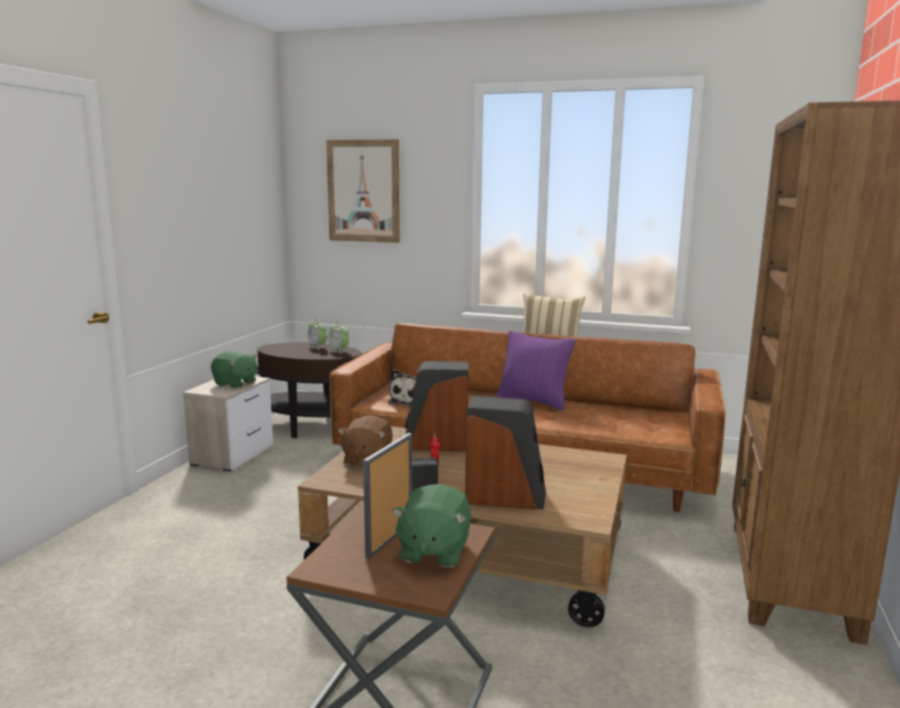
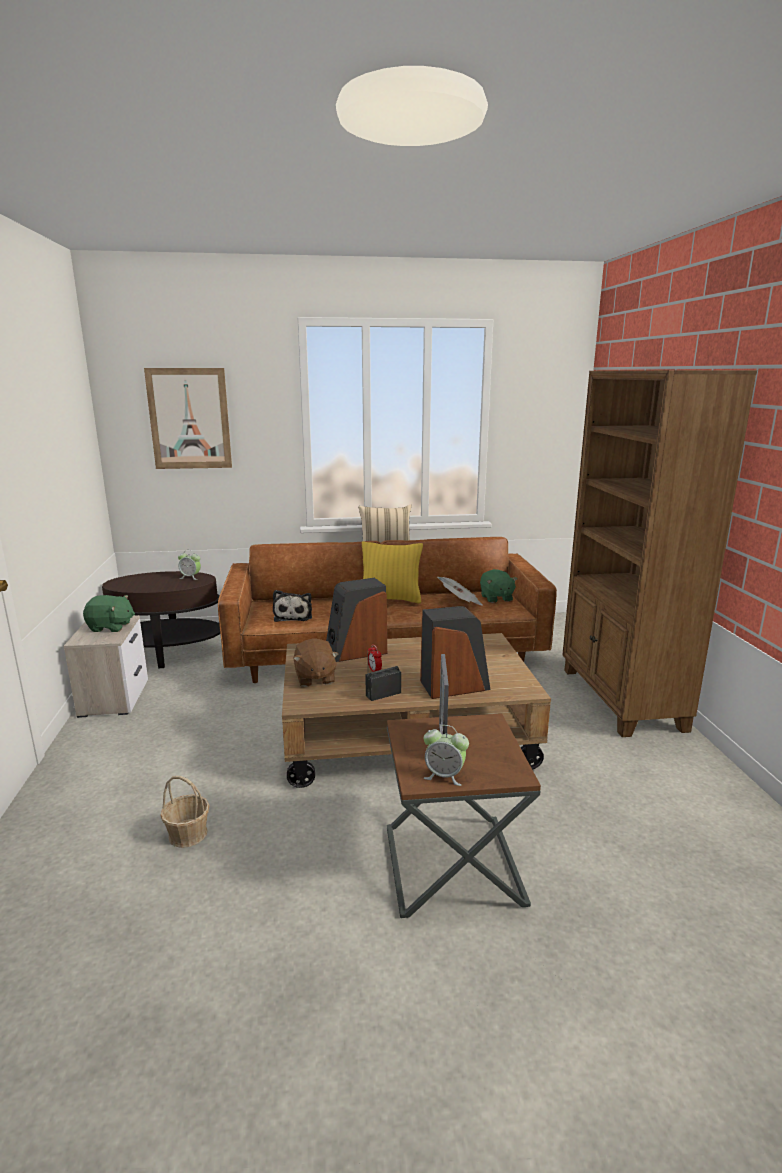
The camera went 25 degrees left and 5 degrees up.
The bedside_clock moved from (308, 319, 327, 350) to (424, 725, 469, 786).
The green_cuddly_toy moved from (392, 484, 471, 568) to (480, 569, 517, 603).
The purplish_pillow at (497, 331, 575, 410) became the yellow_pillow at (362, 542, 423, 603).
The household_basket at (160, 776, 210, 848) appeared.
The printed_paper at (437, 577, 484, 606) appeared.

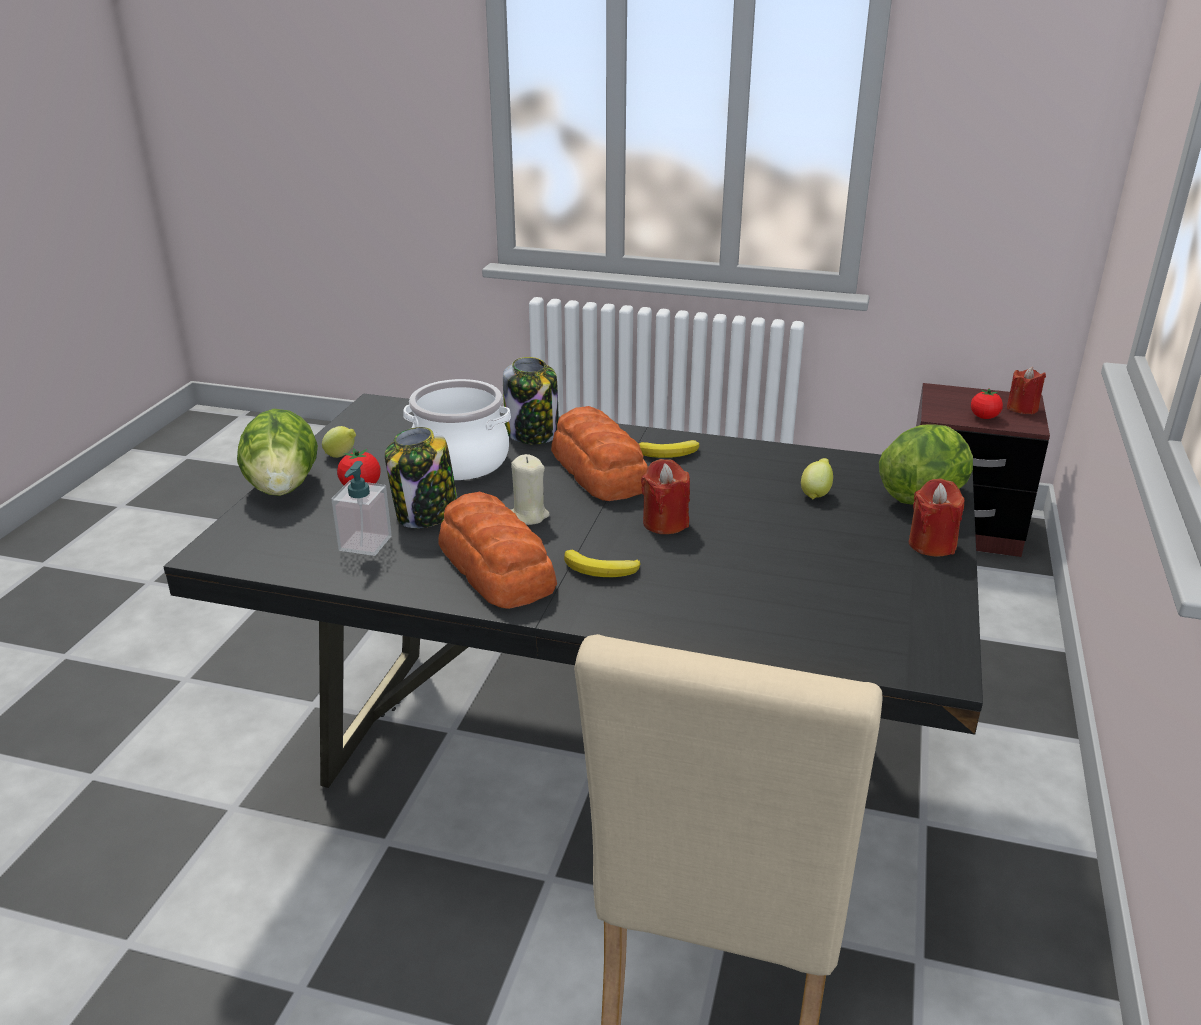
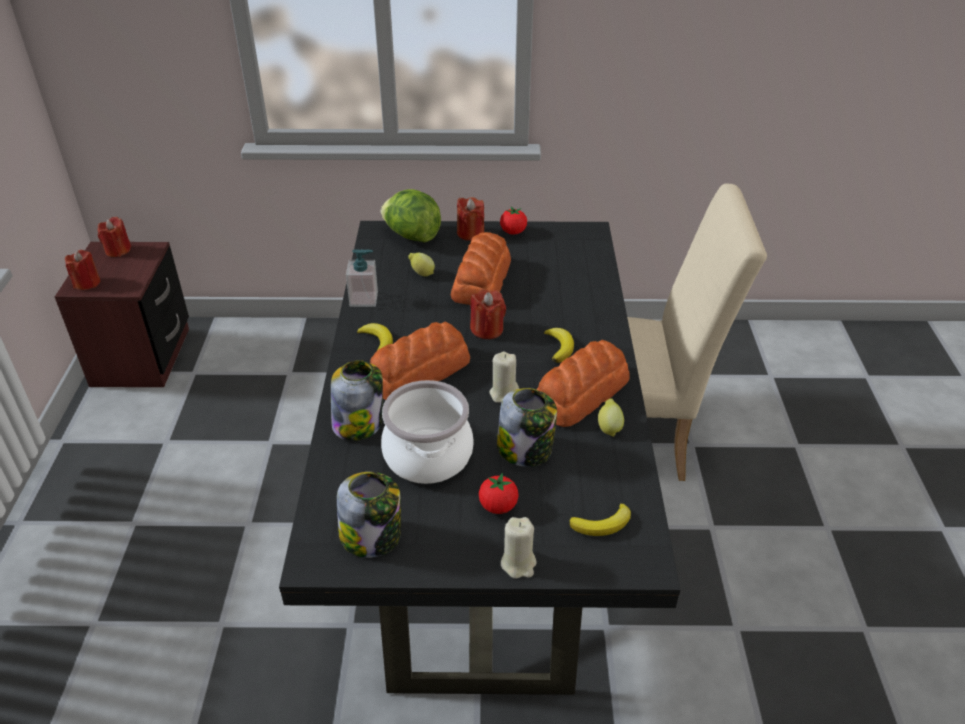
The camera went 105 degrees left and 10 degrees up.
The lettuce_head at (237, 409, 318, 496) was replaced by the beige_candle at (501, 517, 537, 579).
The whole_lemon moved from (322, 426, 356, 458) to (598, 398, 624, 437).
The soap_dispenser moved from (331, 461, 392, 556) to (346, 249, 378, 307).
The fresh_tomato moved from (971, 389, 1003, 419) to (500, 206, 527, 235).
The red-coloured_candle at (65, 250, 100, 290) appeared.
The jar at (337, 472, 401, 558) appeared.
The bakery_bread at (451, 232, 511, 305) appeared.
The banana_fruit at (569, 503, 631, 536) appeared.

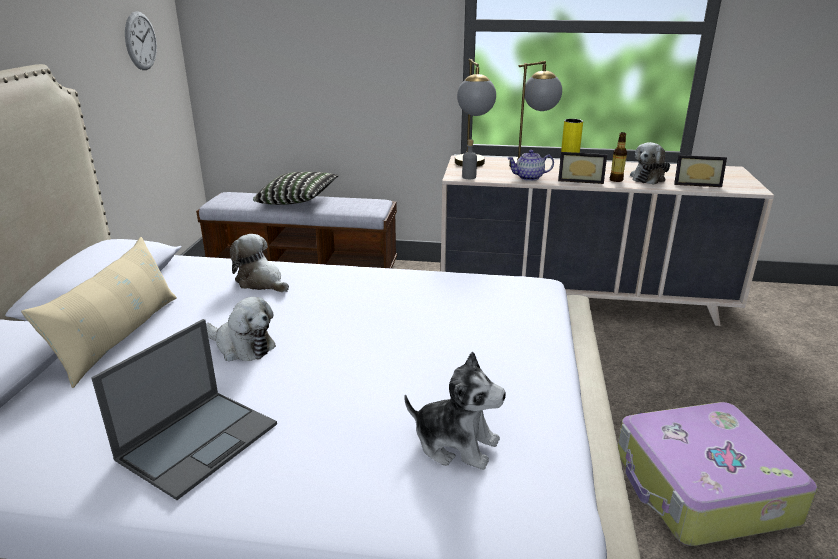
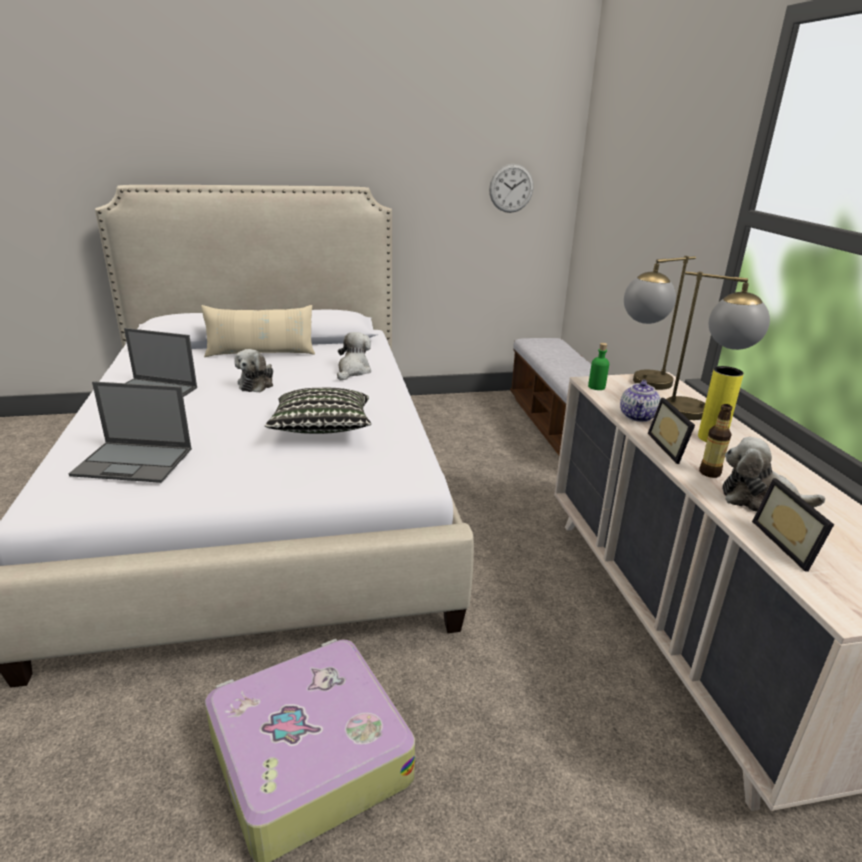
The camera went 70 degrees right and 0 degrees up.
The pillow moved from (253, 172, 338, 205) to (265, 388, 371, 434).
The cuddly_toy at (405, 351, 506, 470) was replaced by the laptop at (69, 381, 192, 483).
The greyish_drink_bottle at (462, 139, 477, 179) became the green_drink_bottle at (588, 343, 609, 390).
The tea_pot at (507, 150, 554, 181) turned 135 degrees counterclockwise.

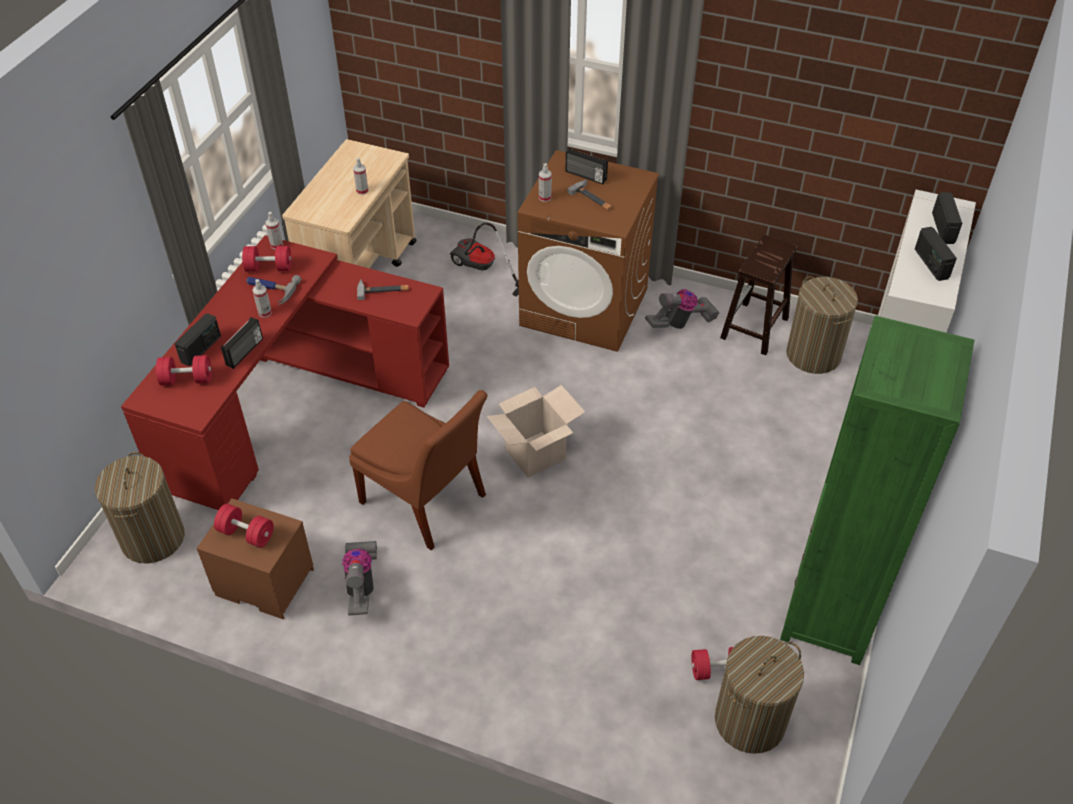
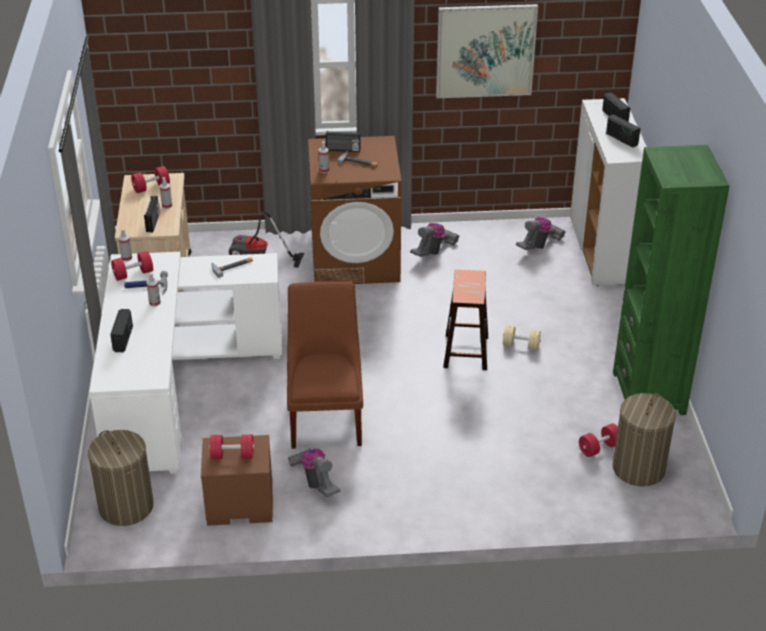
The camera went 25 degrees left and 10 degrees down.
The red-coloured_desk_table at (121, 235, 449, 510) became the white-coloured_desk_table at (89, 252, 282, 474).
The red-coloured_hand_weight moved from (156, 355, 212, 385) to (131, 166, 170, 193).
The radio_receiver moved from (221, 317, 263, 369) to (144, 196, 160, 233).
The brown-coloured_plain_chair at (349, 390, 487, 550) turned 105 degrees counterclockwise.
The cardboard_box at (487, 385, 585, 478) disappeared.
The brown-coloured_stool_seat moved from (720, 235, 797, 355) to (443, 269, 488, 370).
The hamper at (786, 276, 858, 374) was replaced by the vacuum_cleaner at (516, 217, 566, 250).
The wall_picture at (436, 4, 538, 98) appeared.
The beige_hand_weight at (503, 325, 541, 350) appeared.

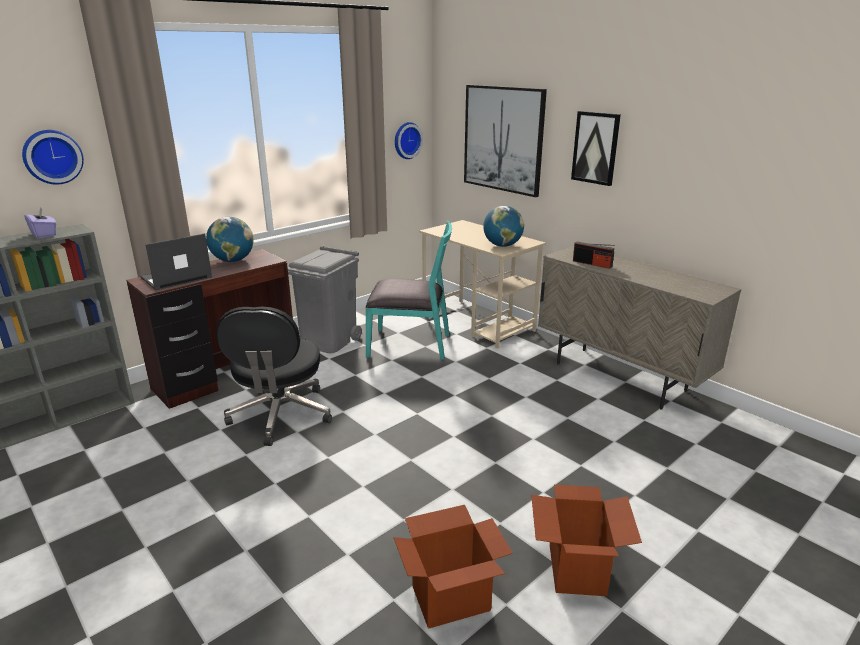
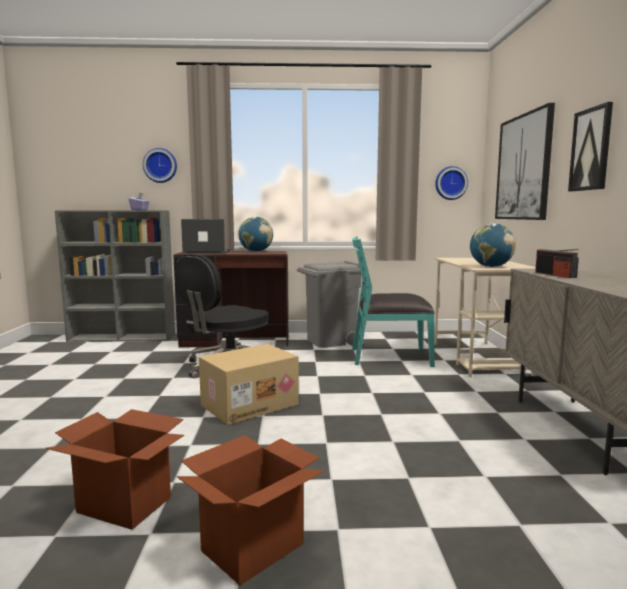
The camera went 40 degrees right and 15 degrees down.
The turquoise-coloured_plain_chair at (365, 221, 452, 360) turned 135 degrees clockwise.
The cardboard_box at (199, 344, 299, 425) appeared.

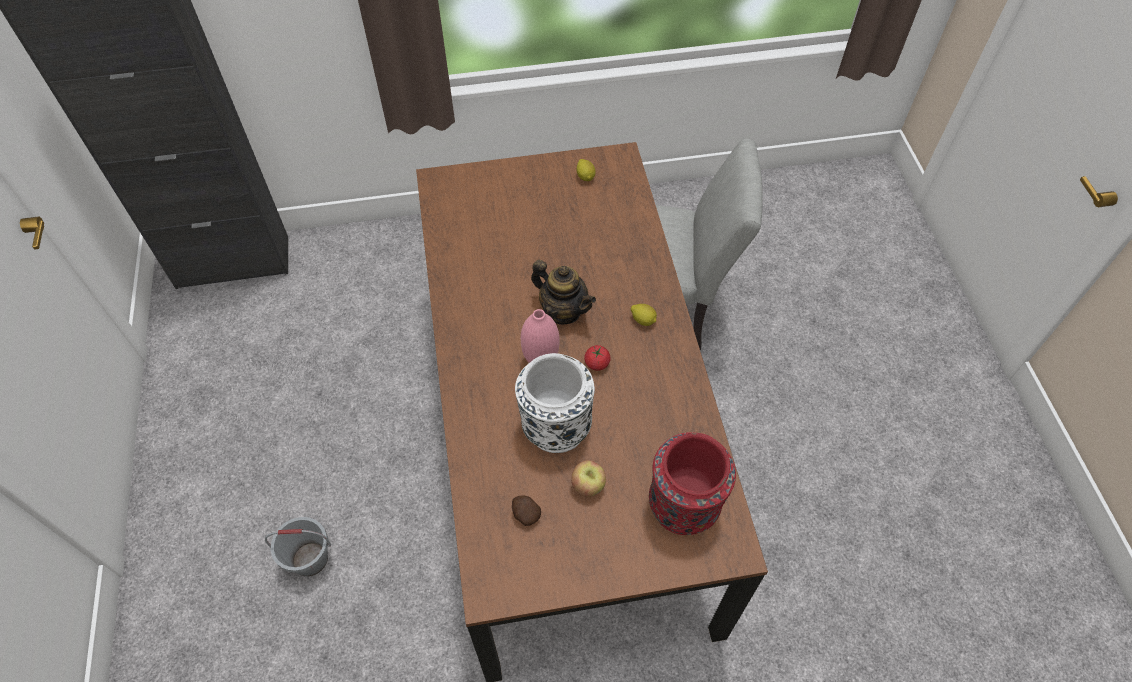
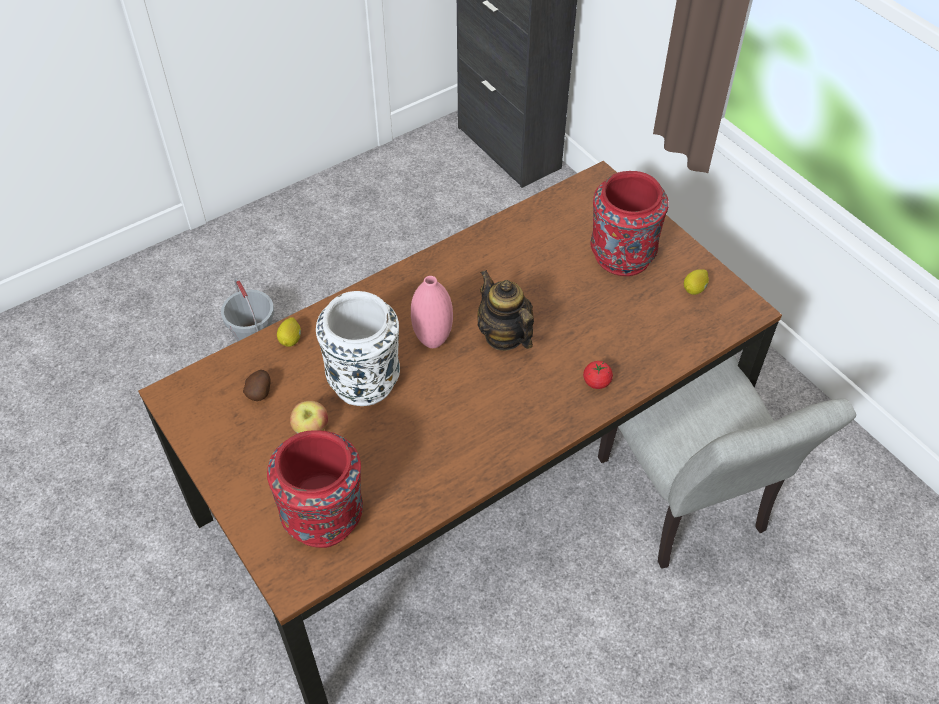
The camera went 65 degrees right and 5 degrees down.
The tea_pot at (531, 260, 596, 324) turned 135 degrees clockwise.
The fresh_tomato moved from (584, 345, 611, 371) to (583, 361, 613, 389).
The whole_lemon moved from (631, 304, 657, 326) to (277, 317, 301, 347).
The red-coloured_flower_vase at (590, 171, 669, 276) appeared.

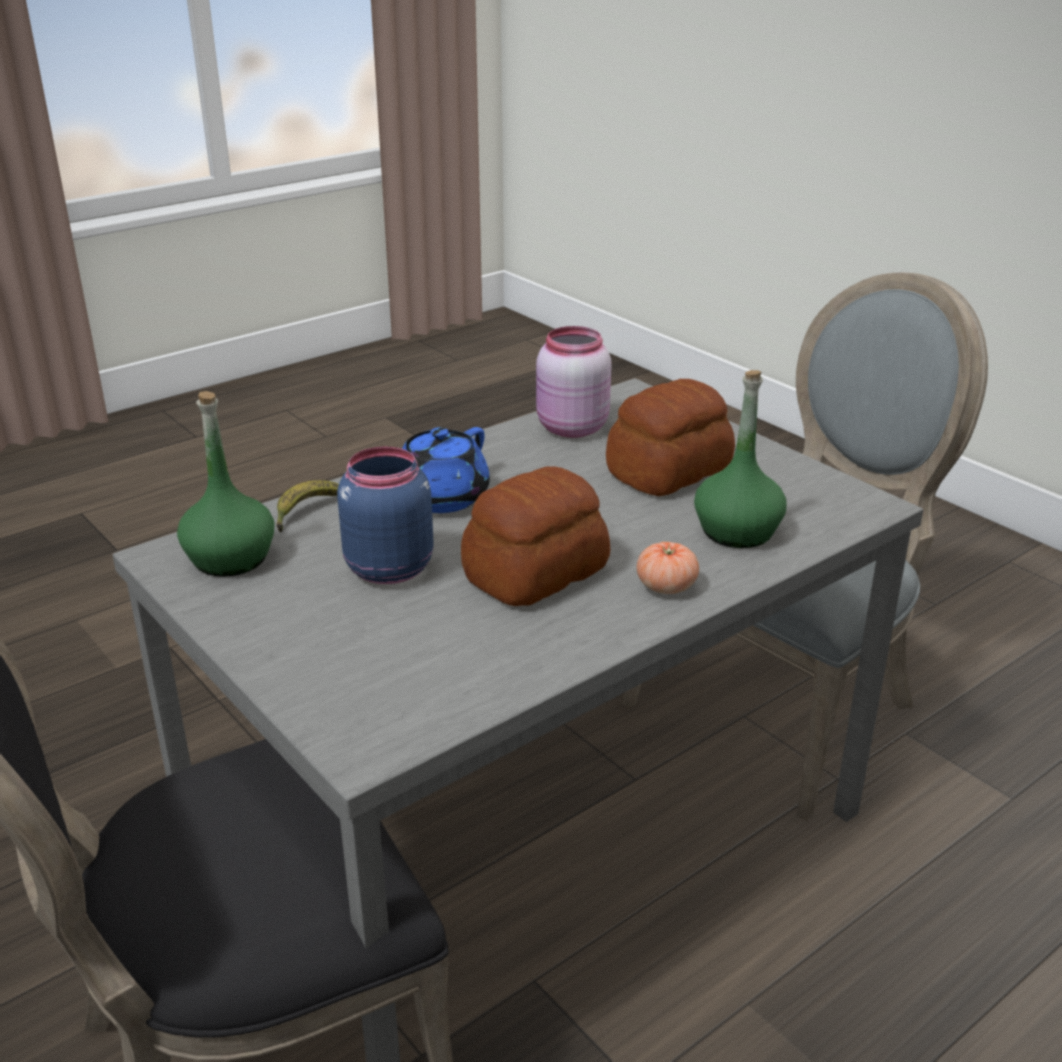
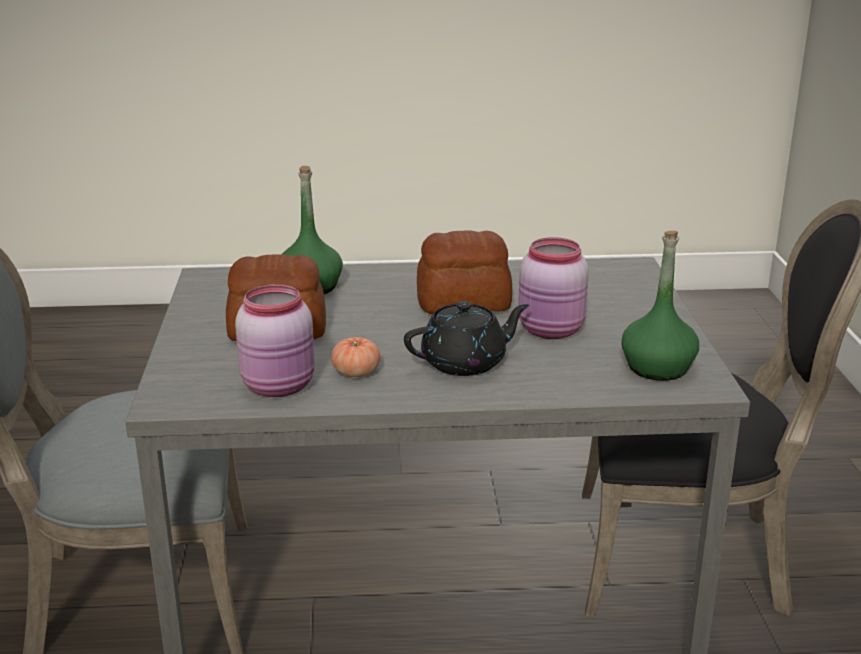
The camera went 145 degrees left and 5 degrees down.
The banana_fruit at (277, 480, 339, 532) disappeared.
The blue-coloured_jar at (337, 446, 434, 584) became the pinkish_jar at (518, 237, 589, 339).
The blue-coloured_tea_pot at (402, 427, 490, 513) became the black_tea_pot at (404, 301, 529, 376).
The fresh_tomato moved from (637, 542, 699, 594) to (331, 337, 380, 377).

